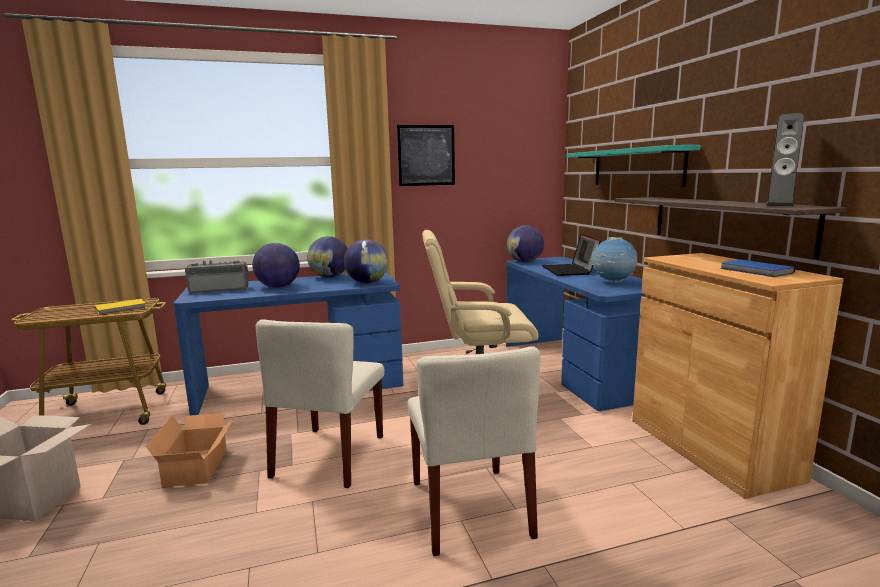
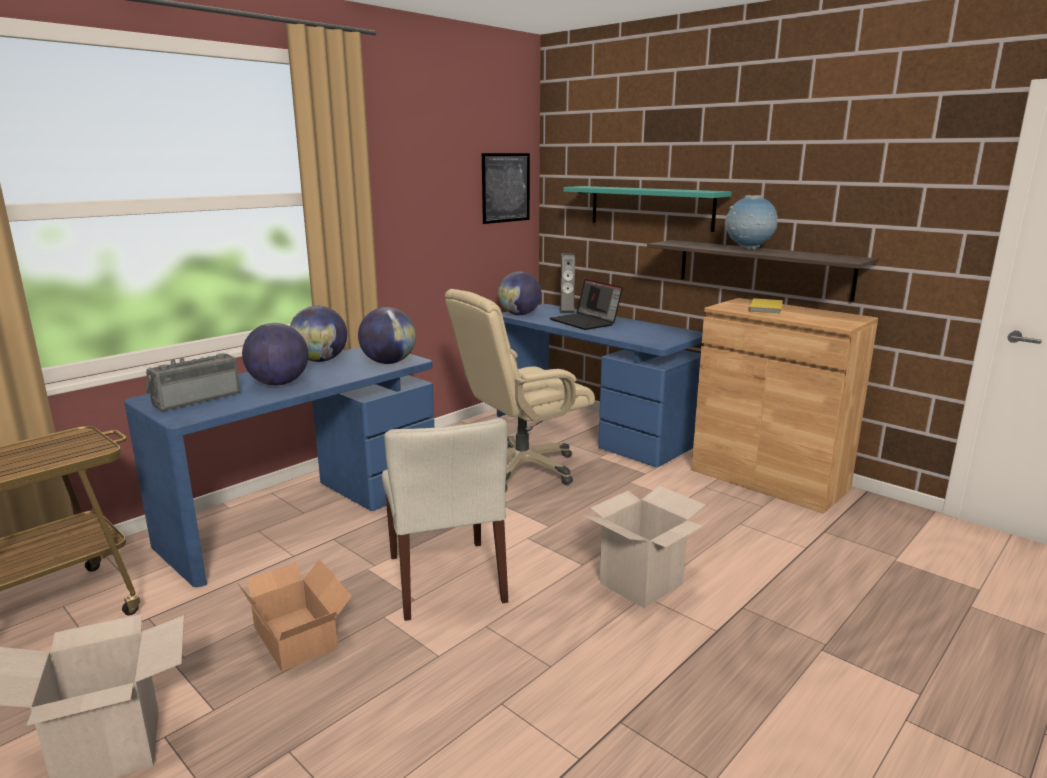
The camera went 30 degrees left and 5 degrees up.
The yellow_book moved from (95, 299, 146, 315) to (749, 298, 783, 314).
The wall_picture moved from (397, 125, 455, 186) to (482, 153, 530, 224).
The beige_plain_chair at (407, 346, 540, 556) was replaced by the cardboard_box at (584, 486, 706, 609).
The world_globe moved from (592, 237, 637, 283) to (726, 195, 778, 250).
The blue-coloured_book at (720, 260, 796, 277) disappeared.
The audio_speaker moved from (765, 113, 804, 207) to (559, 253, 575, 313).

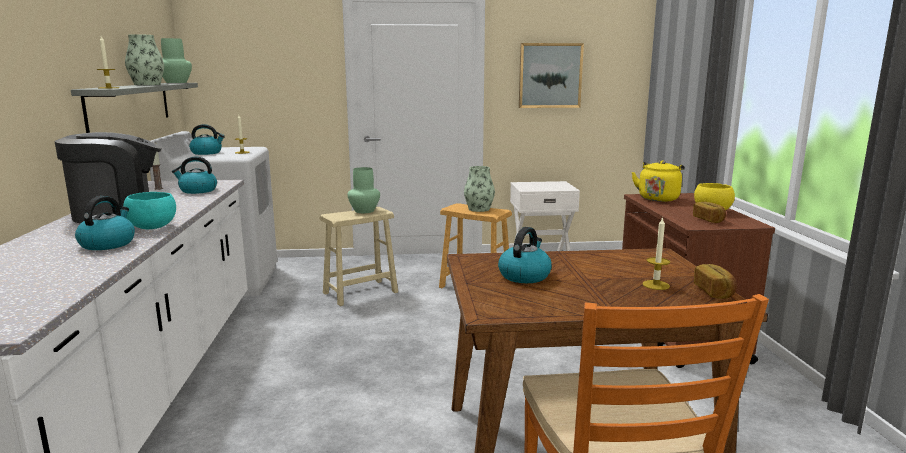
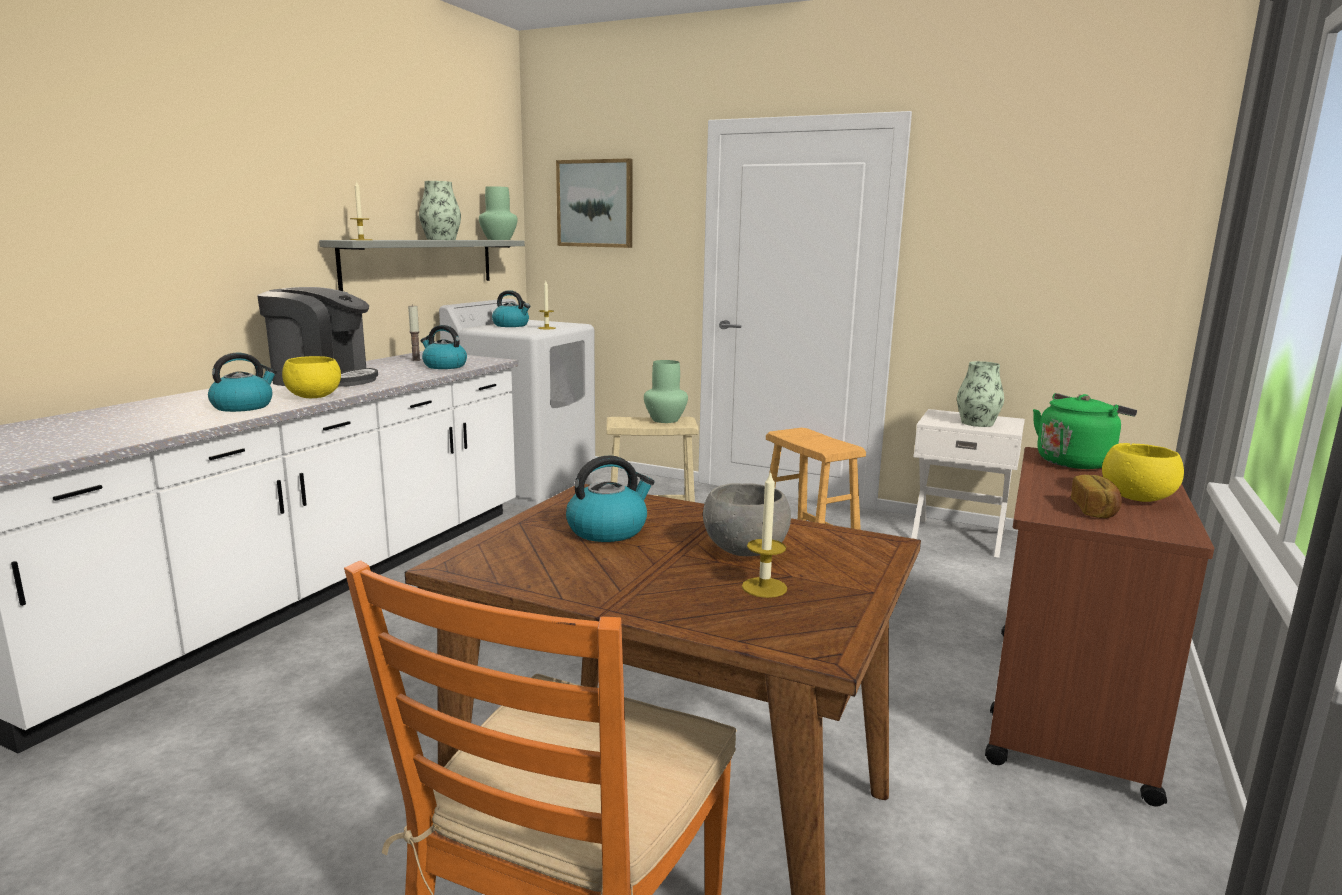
The camera went 30 degrees right and 0 degrees up.
The turquoise-coloured_deep_dish at (123, 192, 176, 229) became the yellow_deep_dish at (282, 356, 341, 398).
The flower_vase moved from (464, 166, 495, 212) to (957, 361, 1004, 427).
The wall_picture moved from (519, 43, 584, 108) to (556, 158, 633, 248).
The yellow_kettle at (632, 161, 685, 202) became the green_kettle at (1033, 393, 1137, 469).
The bakery_bread at (694, 264, 737, 299) disappeared.
The greyish_deep_dish at (703, 483, 791, 556) appeared.

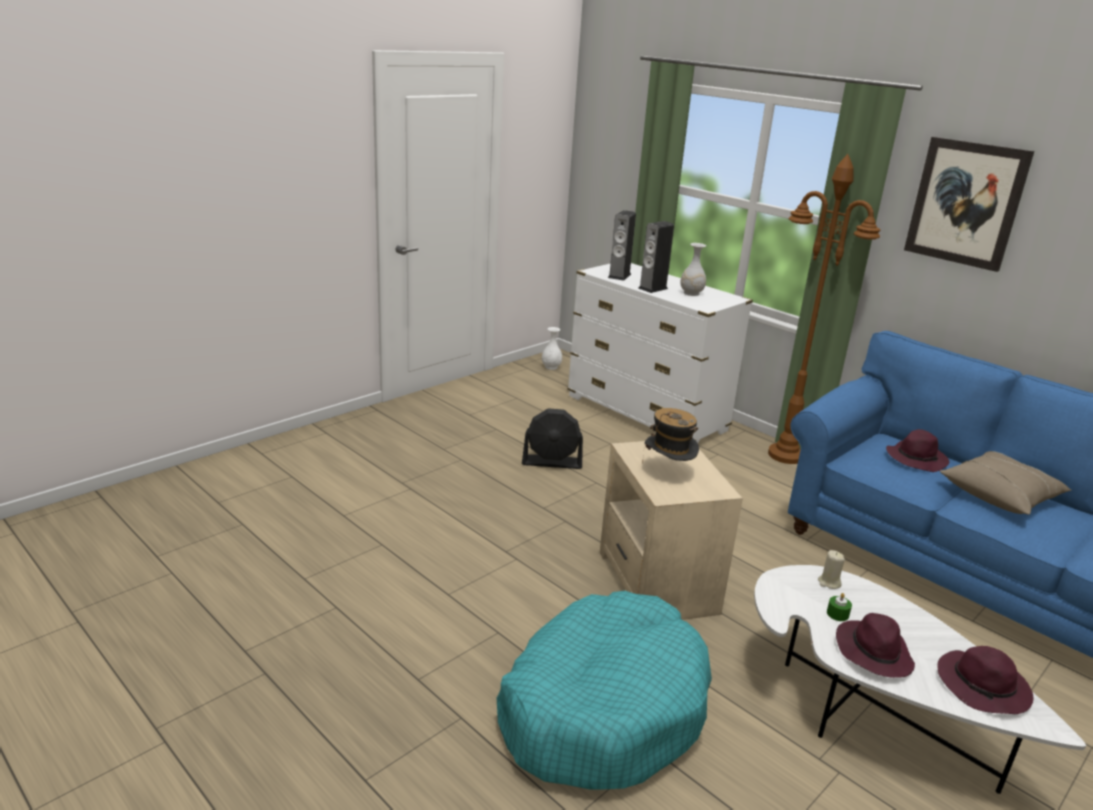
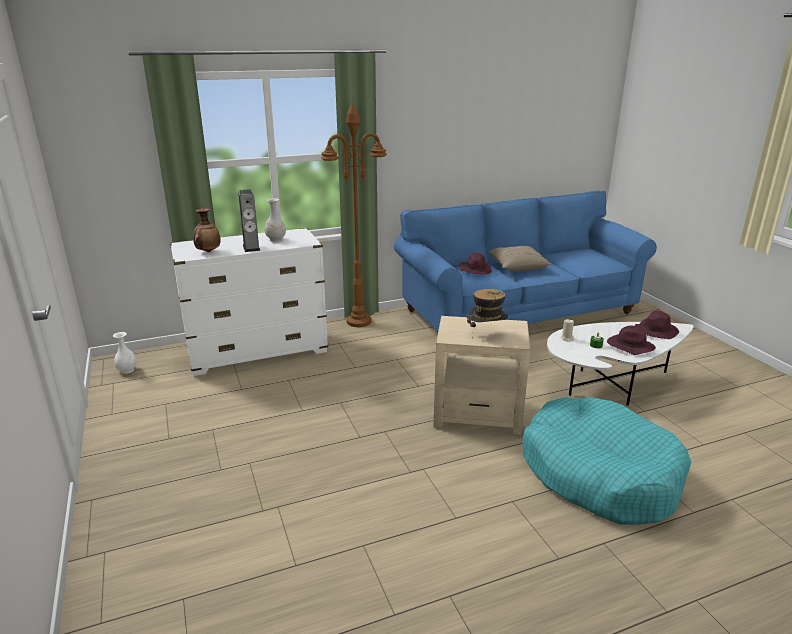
The camera went 65 degrees left and 0 degrees up.
The black_cooling_fan at (522, 409, 583, 469) disappeared.
The audio_speaker at (608, 210, 636, 281) was replaced by the flower_vase at (193, 208, 221, 252).
The wall_picture at (904, 137, 1034, 272) disappeared.

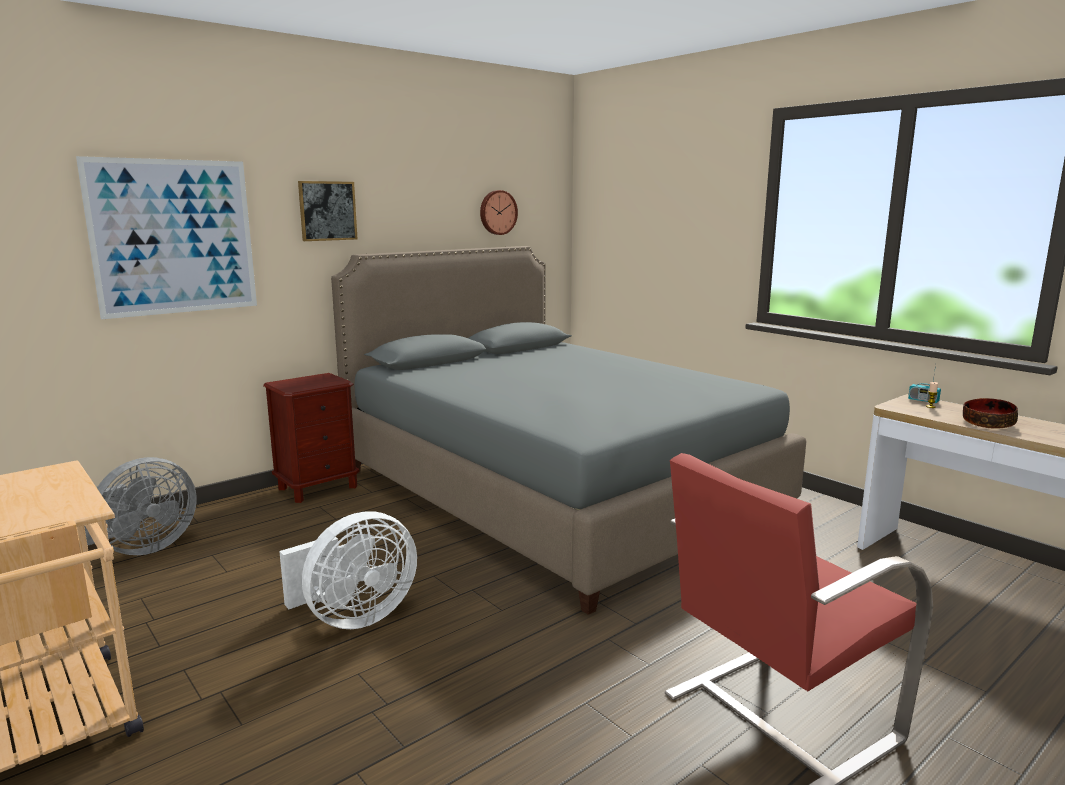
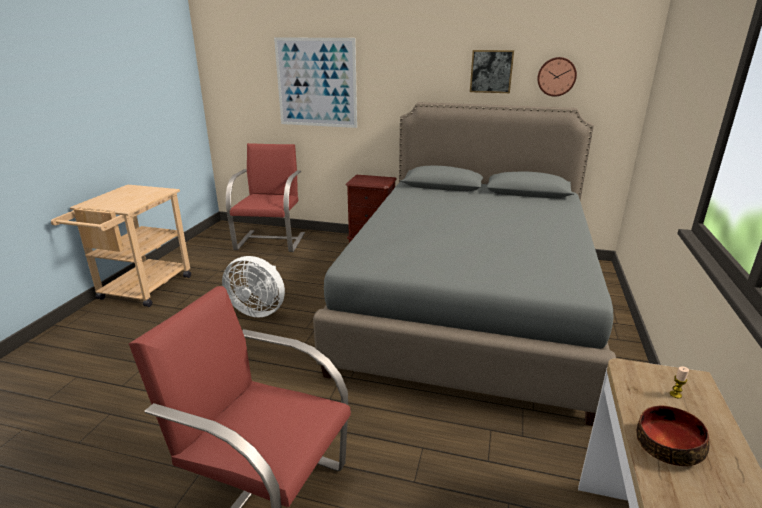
The camera went 55 degrees right and 10 degrees up.
The greyish_cooling_fan at (84, 457, 197, 555) was replaced by the red-coloured_easy_chair at (226, 143, 305, 252).
The wall_picture moved from (298, 181, 357, 241) to (470, 50, 514, 93).
The radio_receiver at (908, 365, 941, 403) disappeared.

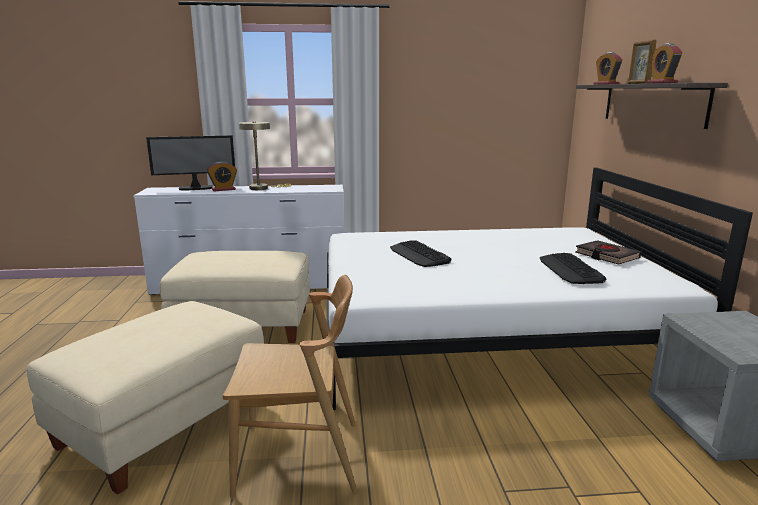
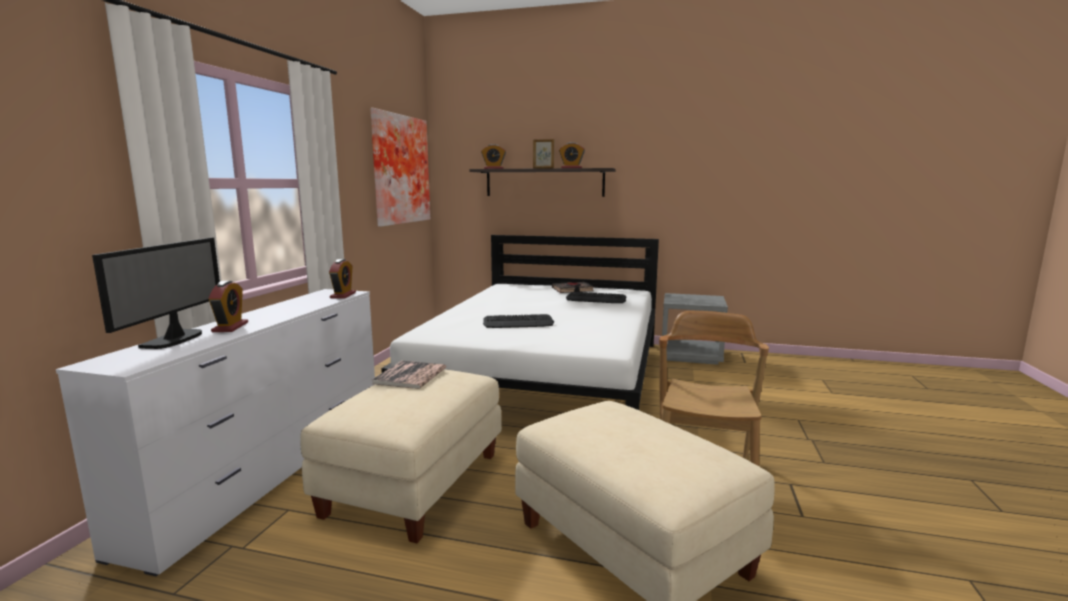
The camera went 70 degrees left and 5 degrees down.
The beige_table_lamp at (238, 121, 291, 190) disappeared.
The bedside_clock at (329, 259, 356, 299) appeared.
The wall_picture at (370, 108, 430, 227) appeared.
The book at (372, 361, 446, 389) appeared.

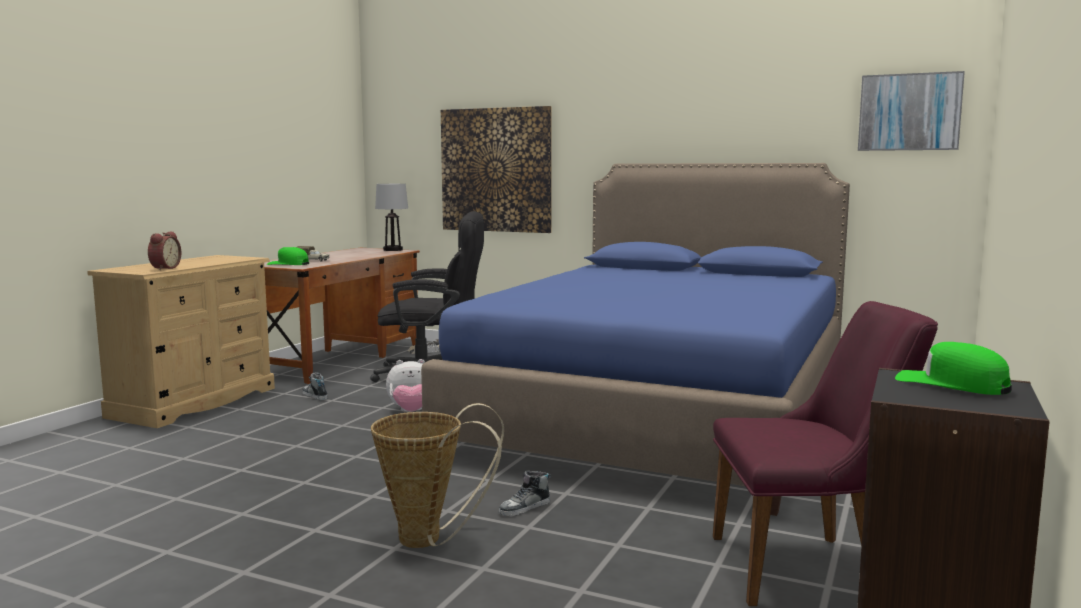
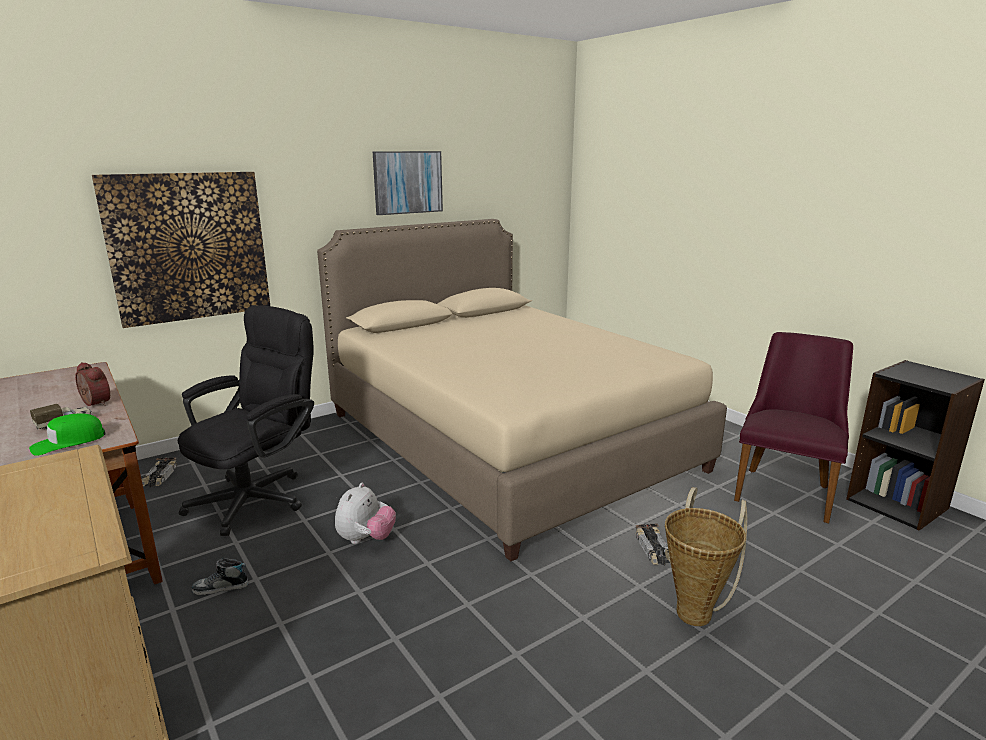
The camera went 60 degrees left and 10 degrees up.
The bedside_clock moved from (148, 231, 181, 270) to (75, 362, 110, 406).
The table_lamp at (375, 184, 408, 251) disappeared.
The blue-coloured_bedroom_bed at (421, 163, 850, 516) became the beige_bedroom_bed at (317, 219, 727, 562).
The low_shoe at (499, 471, 551, 517) was replaced by the miniature_car at (636, 524, 671, 566).
The wall_picture moved from (858, 71, 965, 151) to (372, 151, 443, 215).
The green_cap at (895, 342, 1012, 395) disappeared.

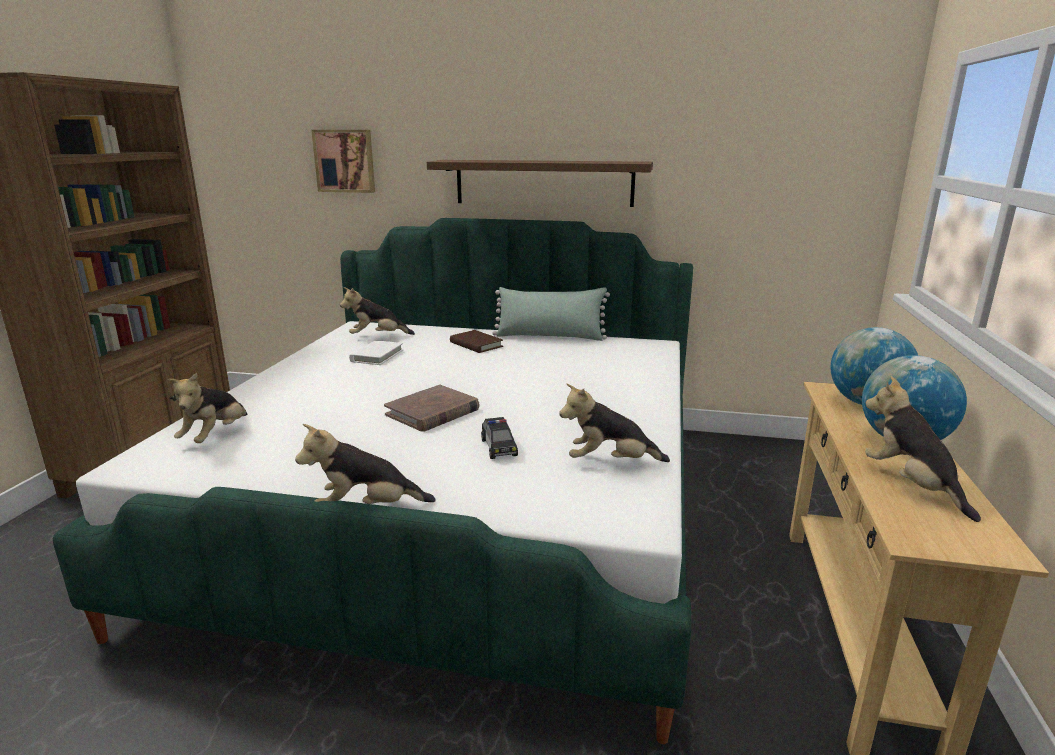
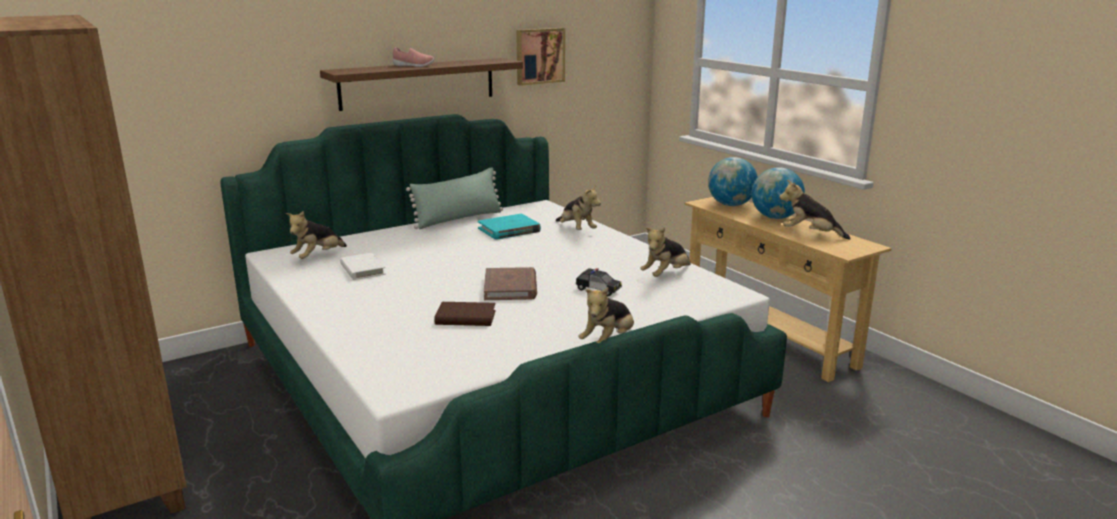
The camera went 45 degrees left and 0 degrees up.
The cuddly_toy moved from (168, 373, 247, 443) to (556, 184, 601, 230).
The wall_picture moved from (311, 130, 375, 193) to (516, 28, 565, 86).
The brown-coloured_book moved from (450, 330, 503, 353) to (434, 302, 496, 326).
The pinkish_low_shoe at (392, 47, 434, 67) appeared.
The turquoise-coloured_book at (478, 214, 541, 240) appeared.

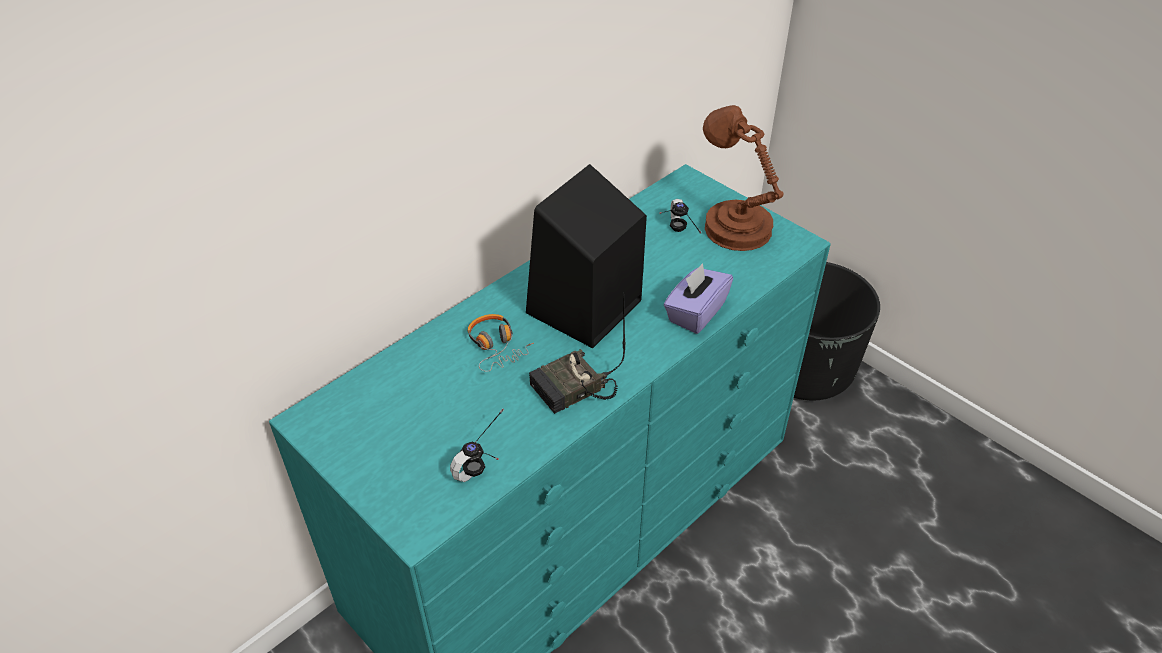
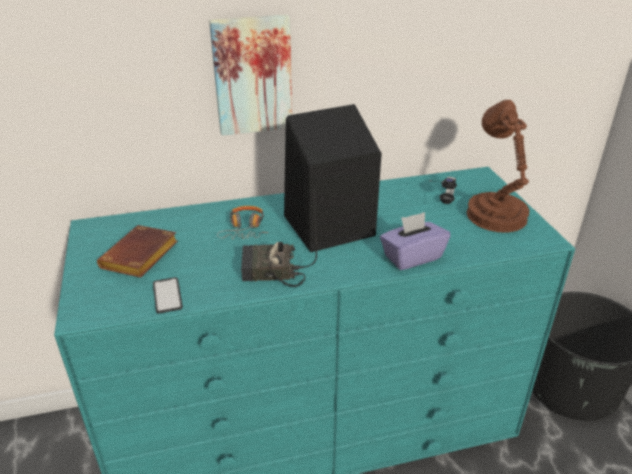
The camera went 30 degrees right and 10 degrees down.
The pair_of_headphones at (450, 408, 504, 482) was replaced by the telephone at (153, 277, 183, 314).
The brown-coloured_book at (97, 225, 178, 278) appeared.
The wall_picture at (209, 14, 292, 136) appeared.

